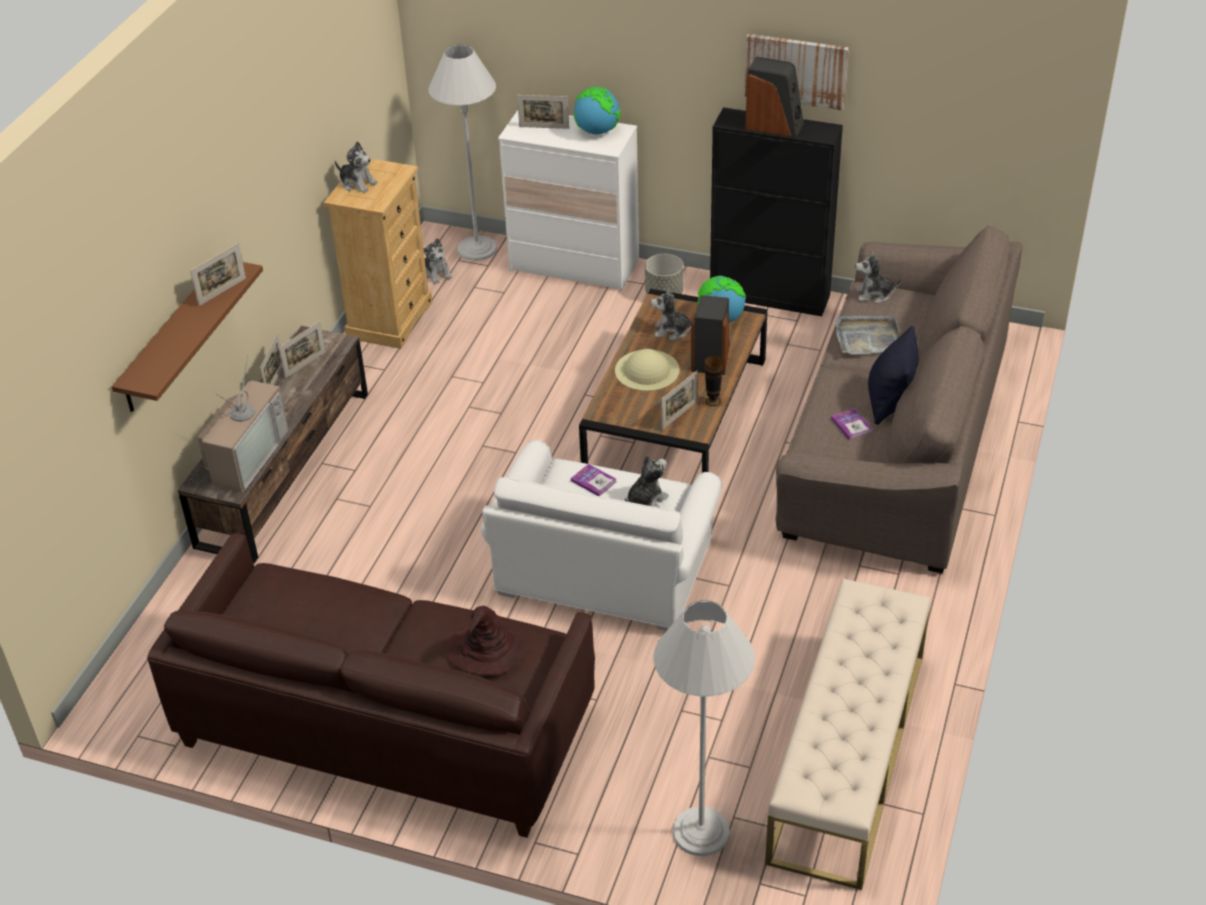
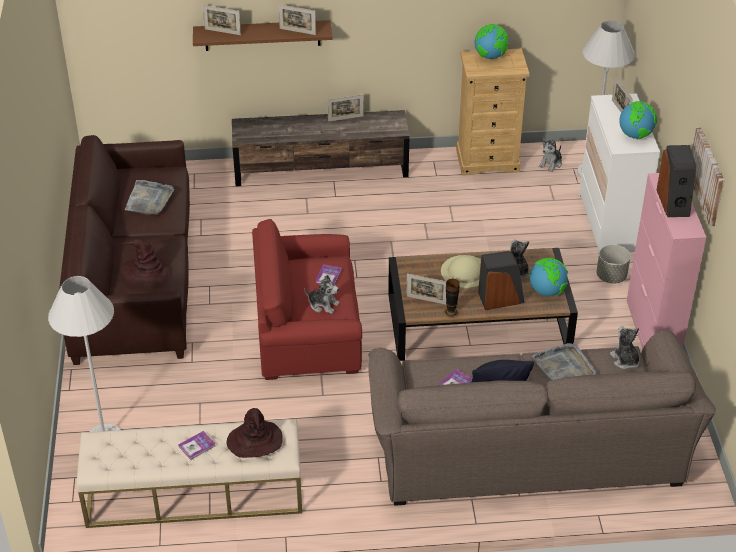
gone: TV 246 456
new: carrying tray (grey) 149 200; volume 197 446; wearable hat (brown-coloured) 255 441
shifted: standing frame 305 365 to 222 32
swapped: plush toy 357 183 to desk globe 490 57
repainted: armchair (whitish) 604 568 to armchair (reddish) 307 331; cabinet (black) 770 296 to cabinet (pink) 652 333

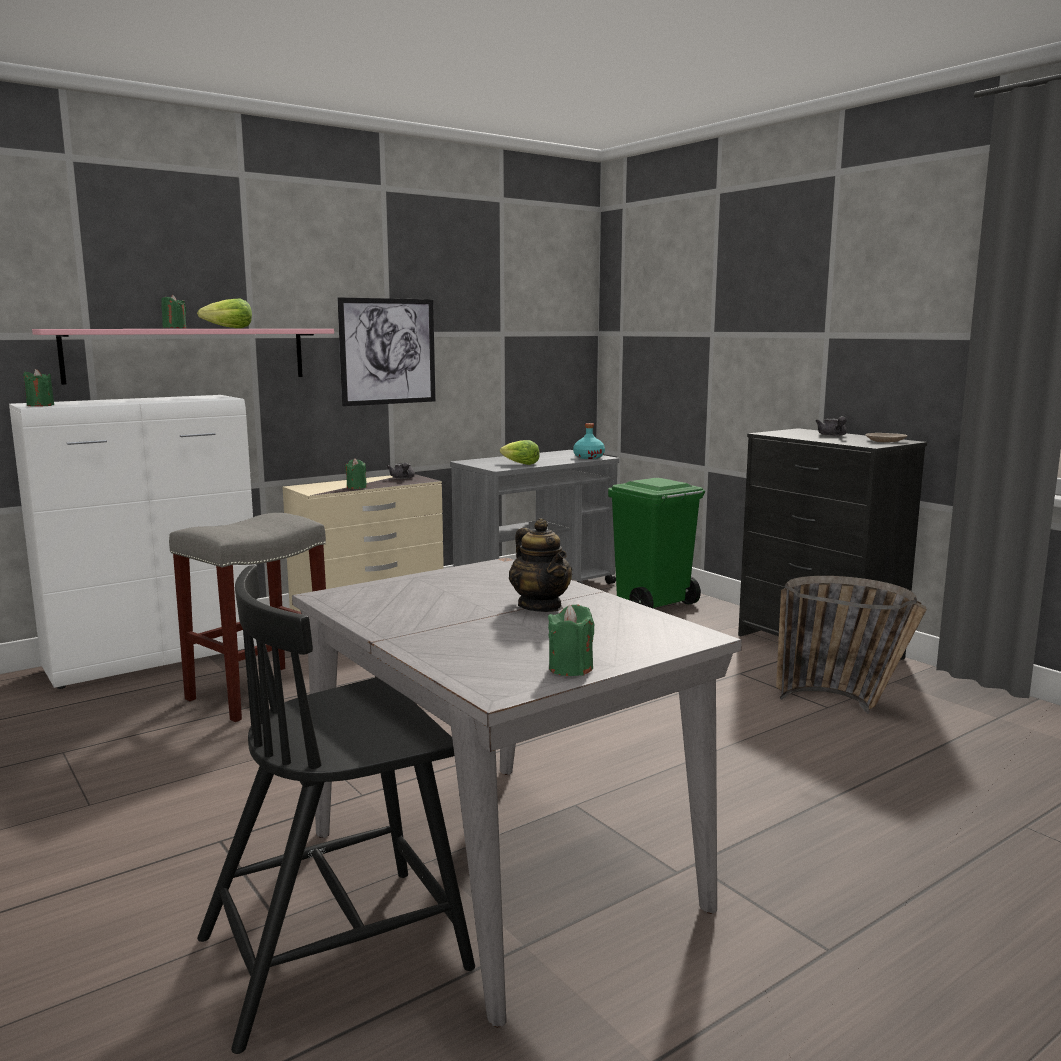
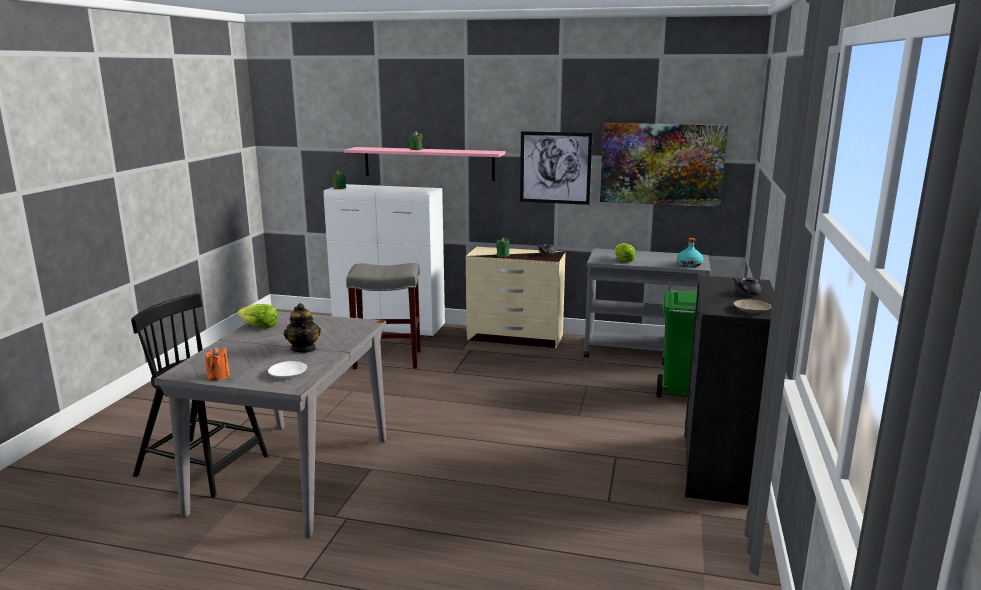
gone: household basket 845 704
new: dinner plate (whitish) 288 374; picture 661 164
shifted: head of lettuce 229 328 to 258 327
repainted: wax candle (green-coloured) 570 668 to wax candle (orange-coloured) 218 376
rotated: teapot 540 606 = 304 349 45 degrees counterclockwise

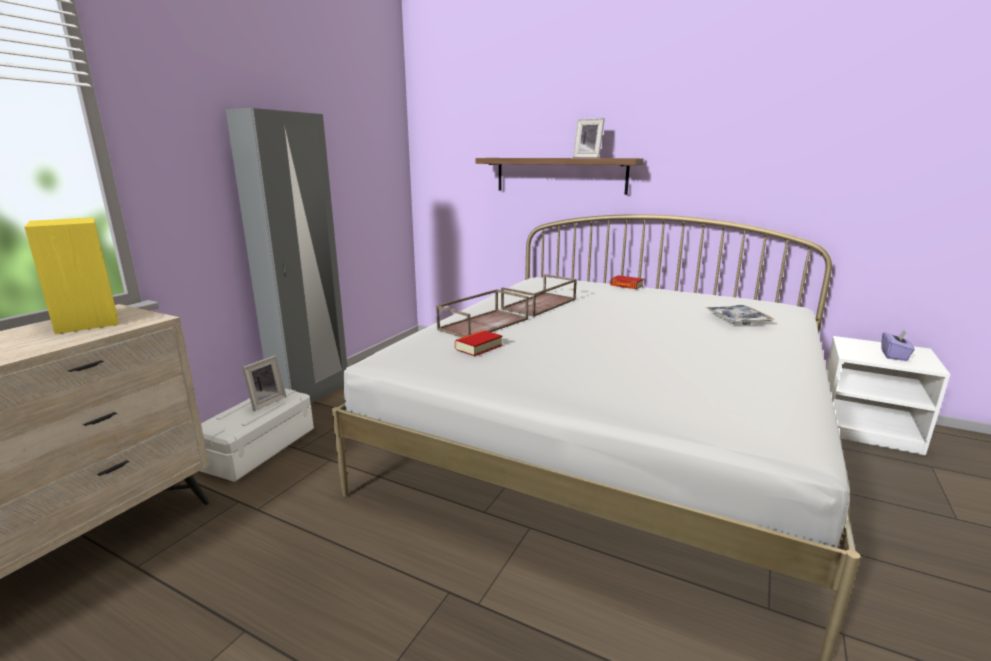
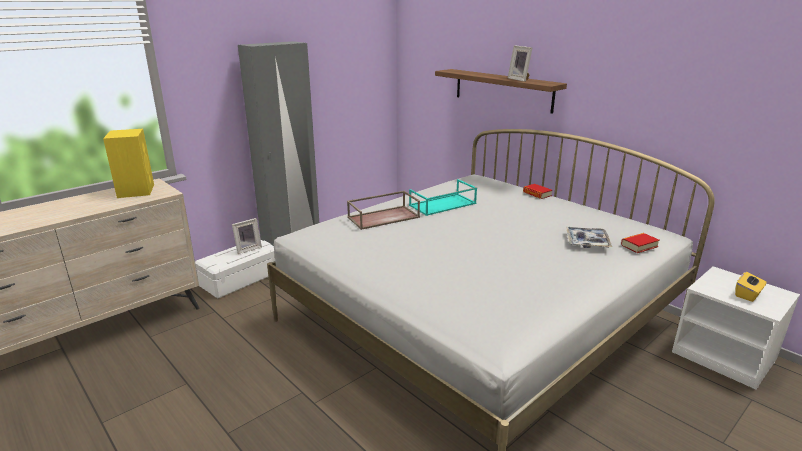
shifted: volume 478 347 to 639 246
repainted: carrying tray (brown-coloured) 539 304 to carrying tray (blue-green) 442 205; box of tissues (purplish) 894 355 to box of tissues (yellow) 748 295

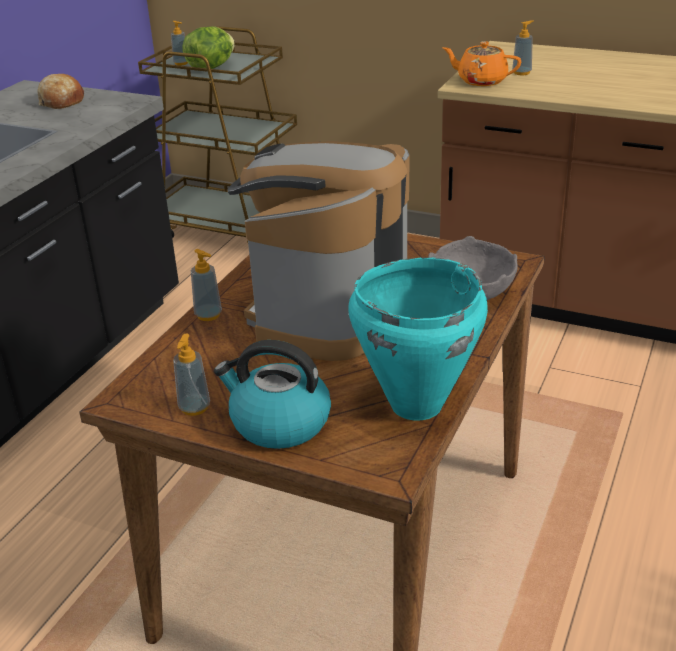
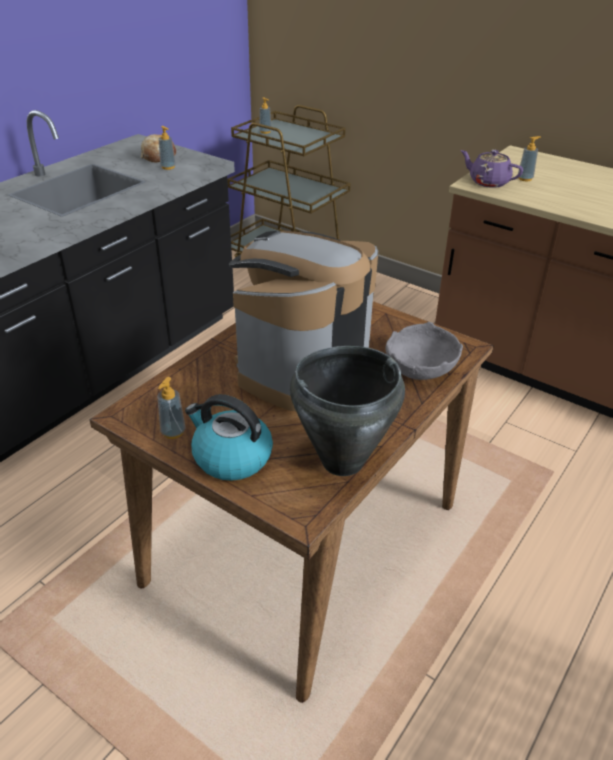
gone: head of lettuce 211 67
shifted: soap bottle 208 315 to 168 167
repainted: saucepot (blue-green) 415 404 to saucepot (black) 341 461; teapot (orange-coloured) 481 81 to teapot (purplish) 488 182

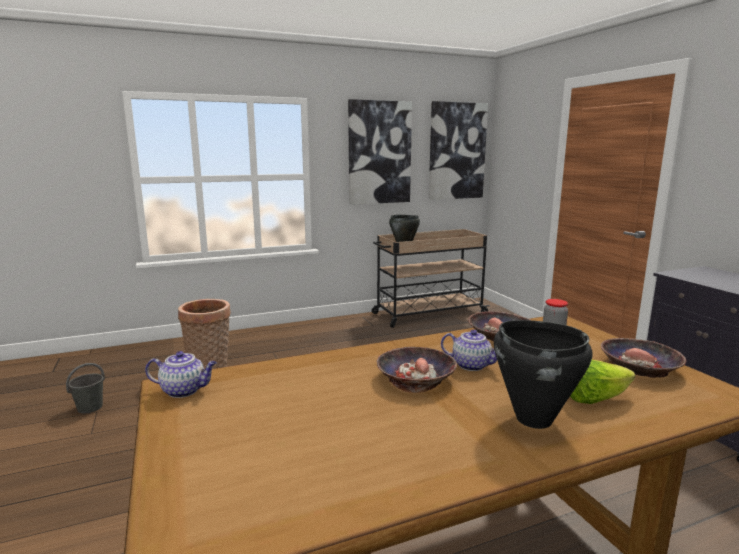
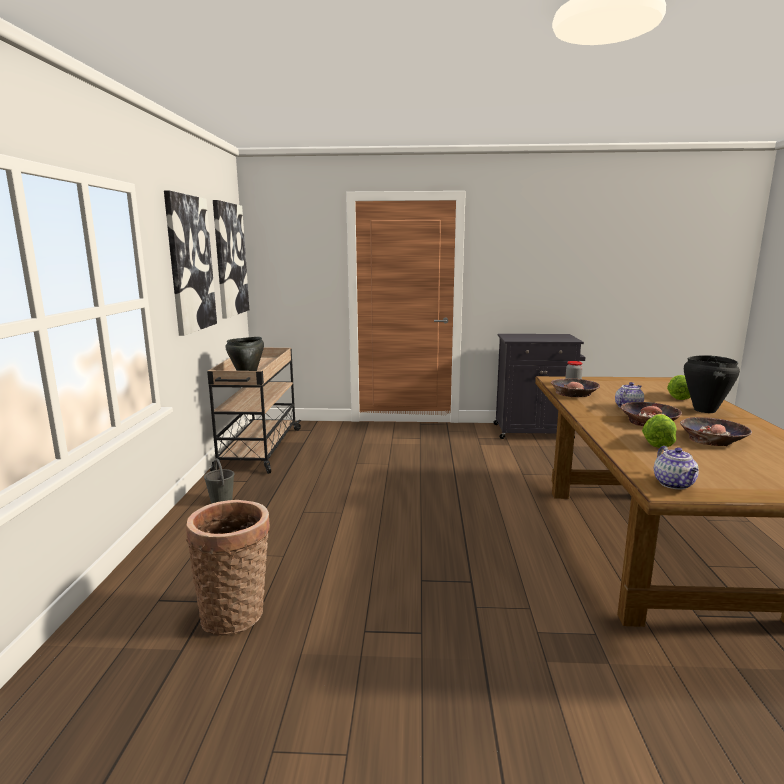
new: head of lettuce 657 443
shifted: bucket (grey) 90 407 to 221 500; deep dish 639 367 to 712 439
rotated: teapot 184 390 = 674 484 150 degrees clockwise

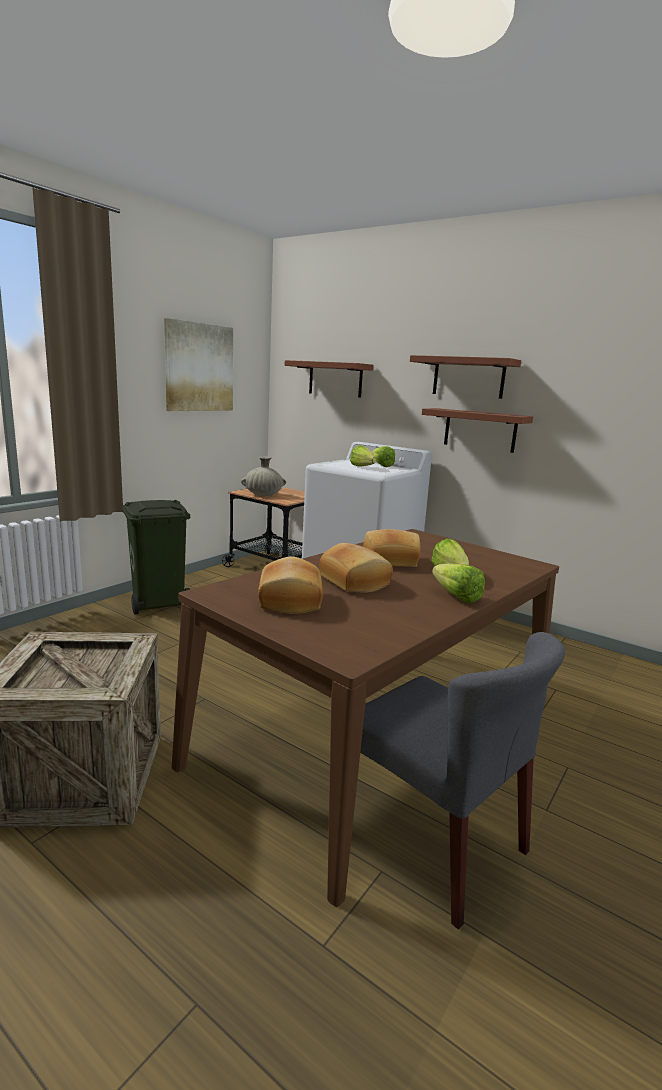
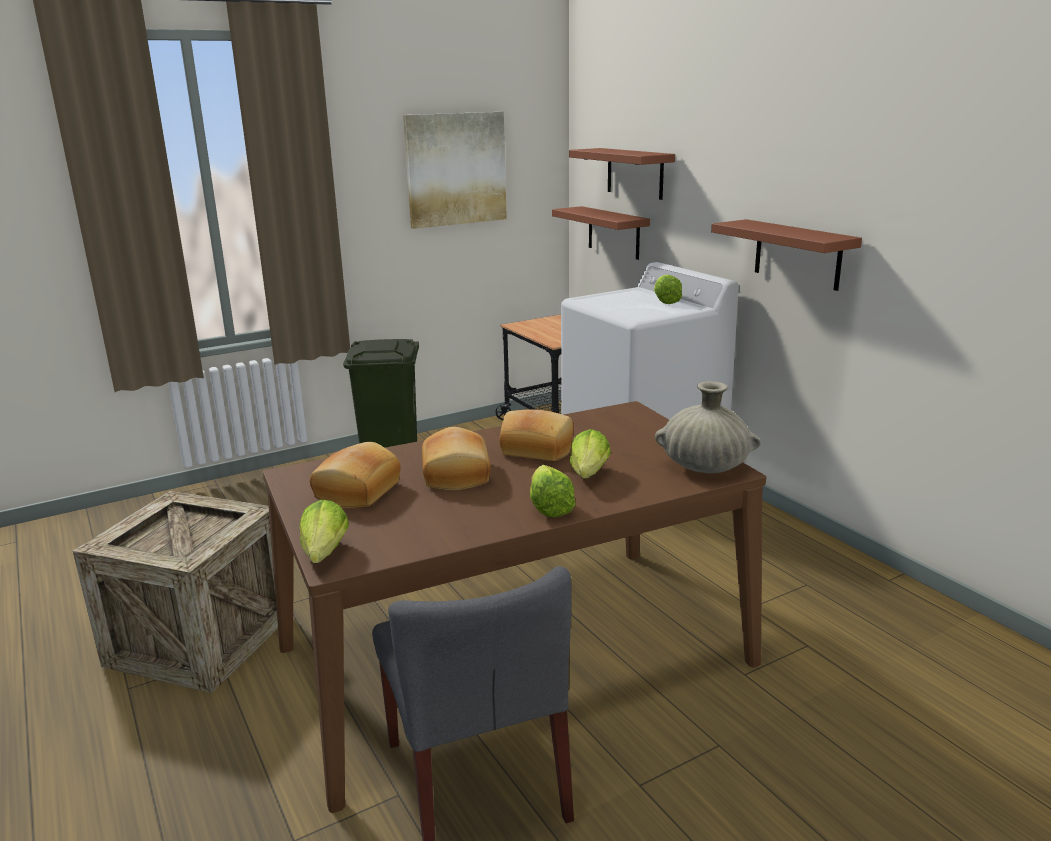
shifted: decorative vase (beige-coloured) 263 495 to 705 467; head of lettuce 364 468 to 321 558; wall shelf (brown-coloured) 468 377 to 613 232

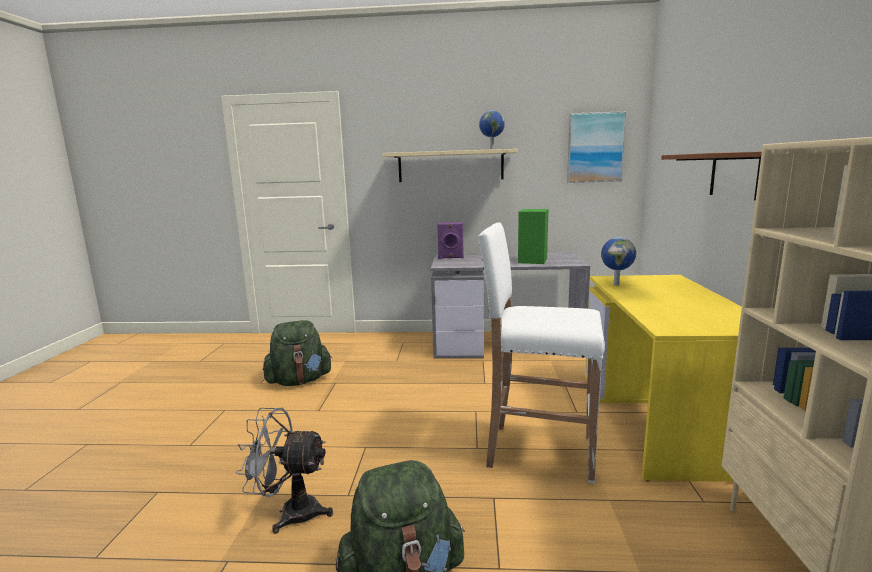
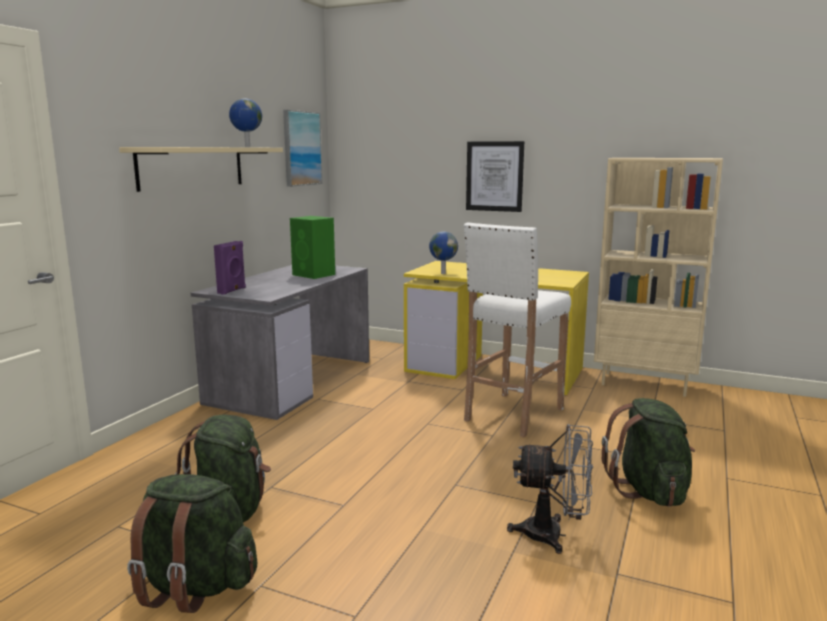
new: rucksack (green-coloured) 194 586
swapped: wall shelf (brown-coloured) 734 175 to picture 494 176
rotated: cooling fan (grey) 290 512 = 553 535 105 degrees counterclockwise

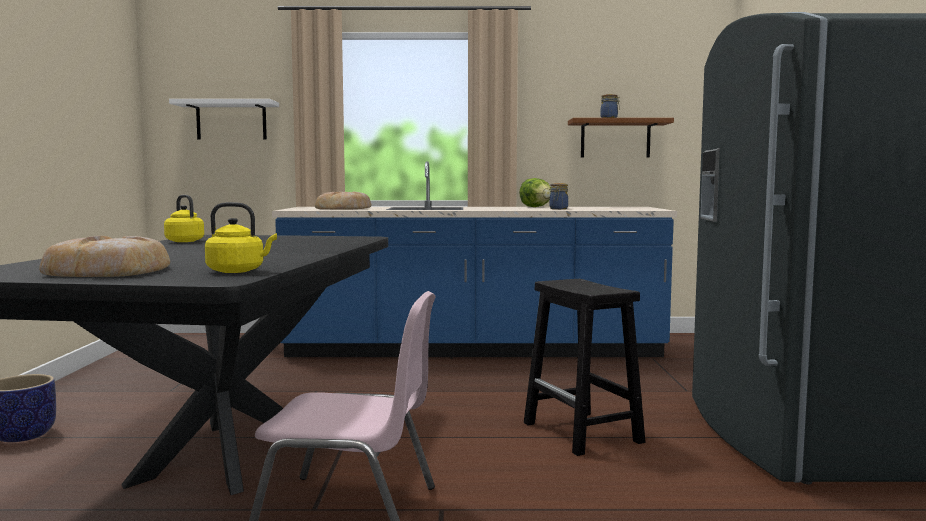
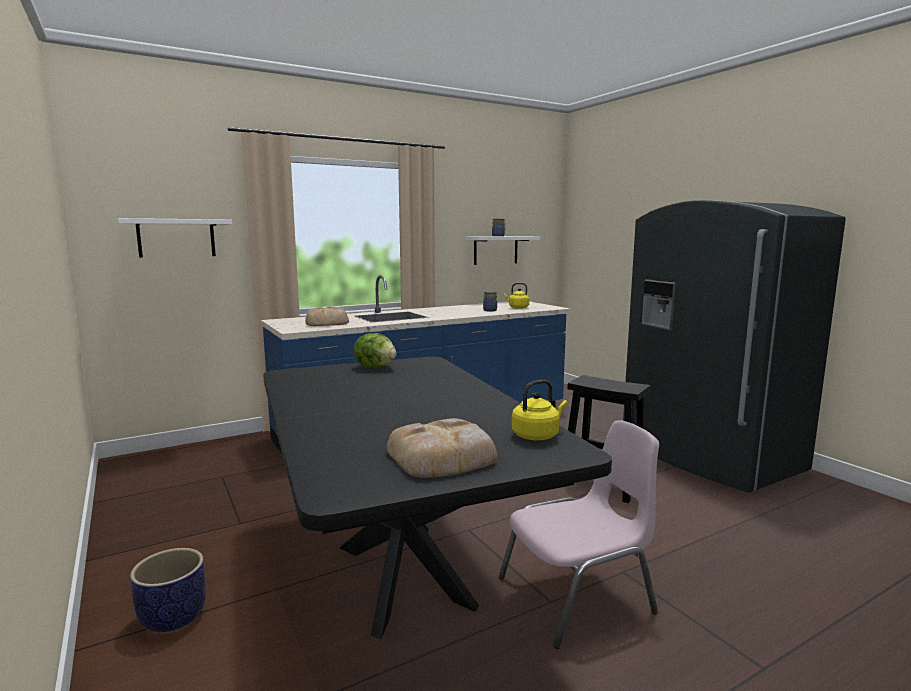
shifted: water kettle (yellow) 183 241 to 517 307; head of lettuce 536 207 to 376 367
repainted: wall shelf (brown-coloured) 615 139 to wall shelf (whitish) 495 250

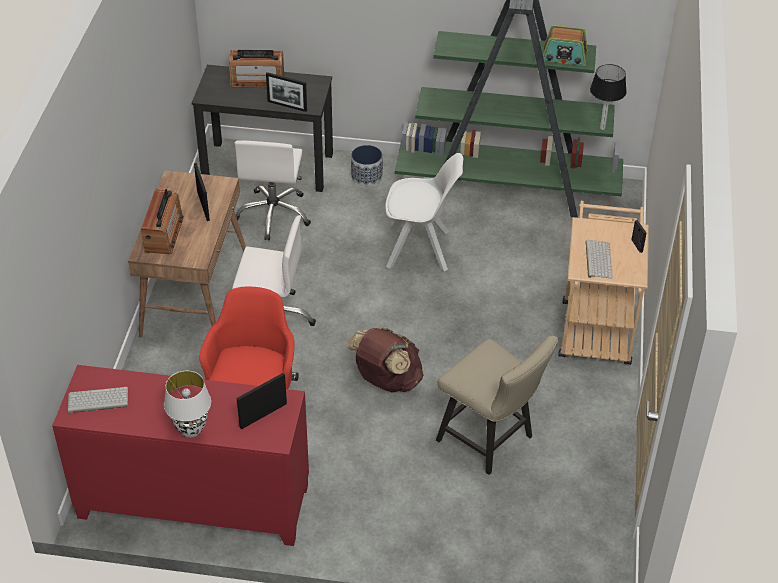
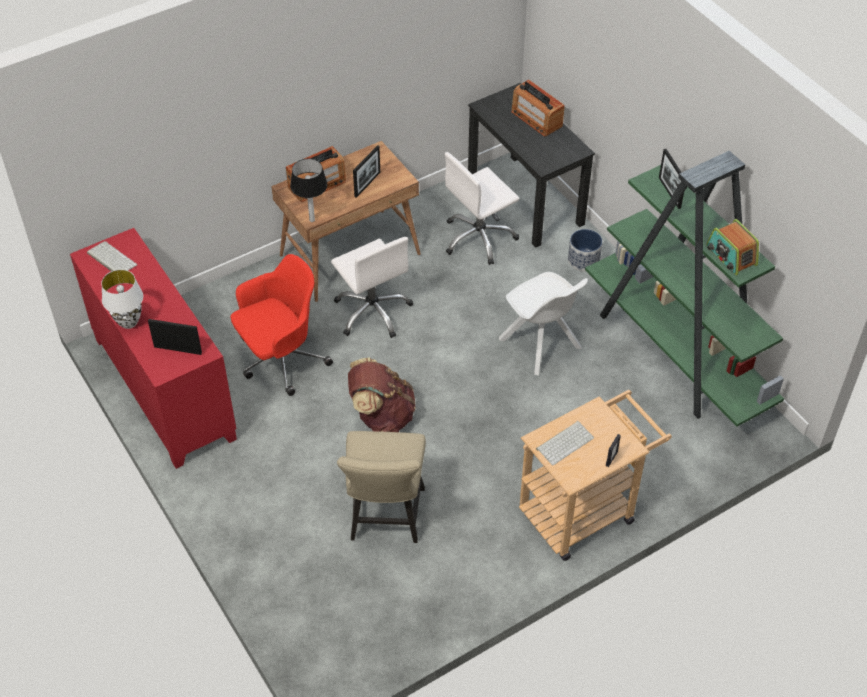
shifted: standing frame 287 106 to 669 193; table lamp 603 128 to 312 220

